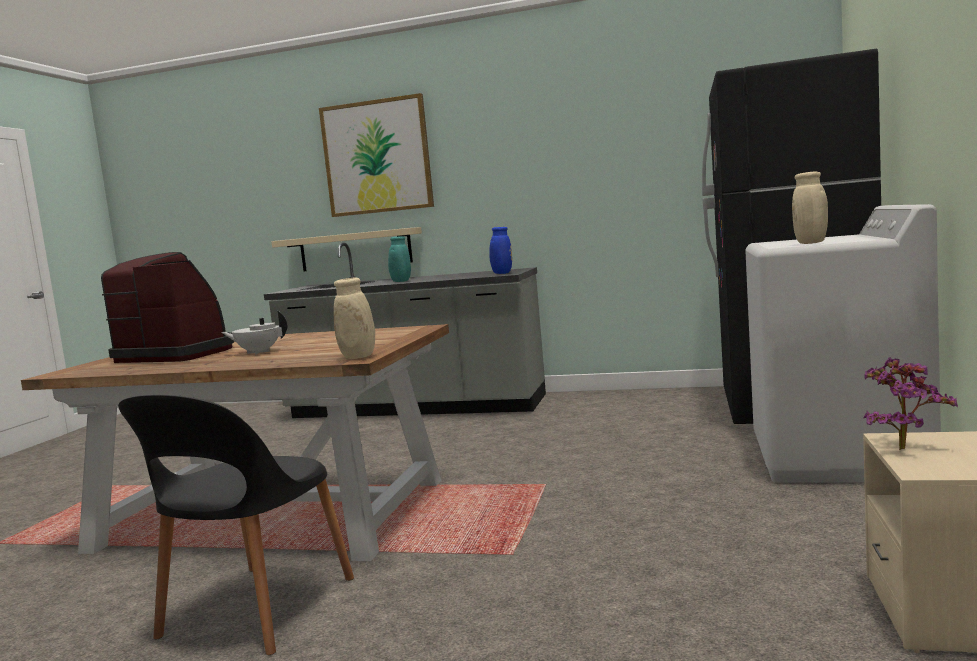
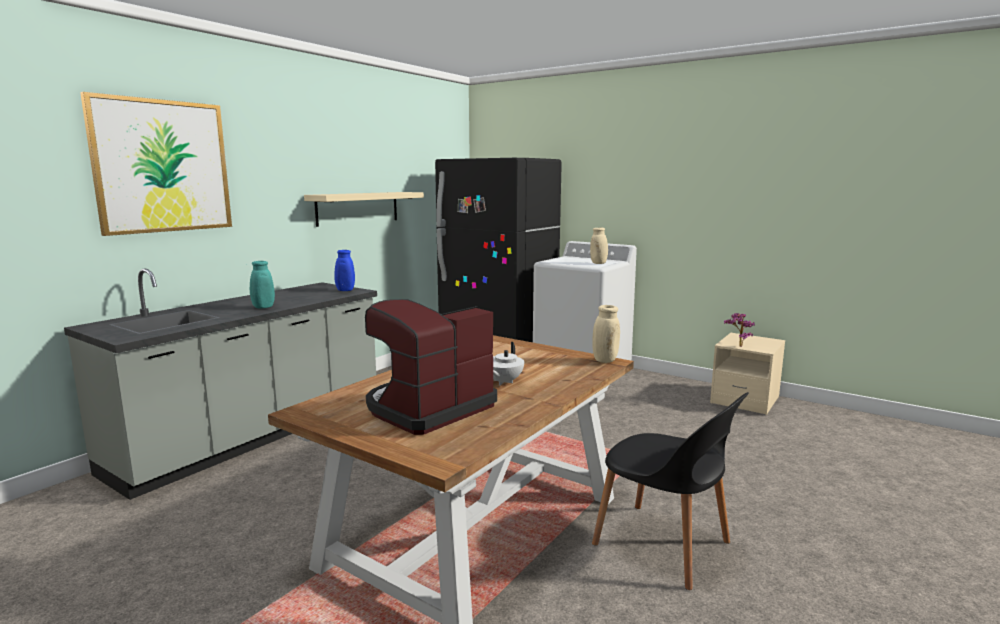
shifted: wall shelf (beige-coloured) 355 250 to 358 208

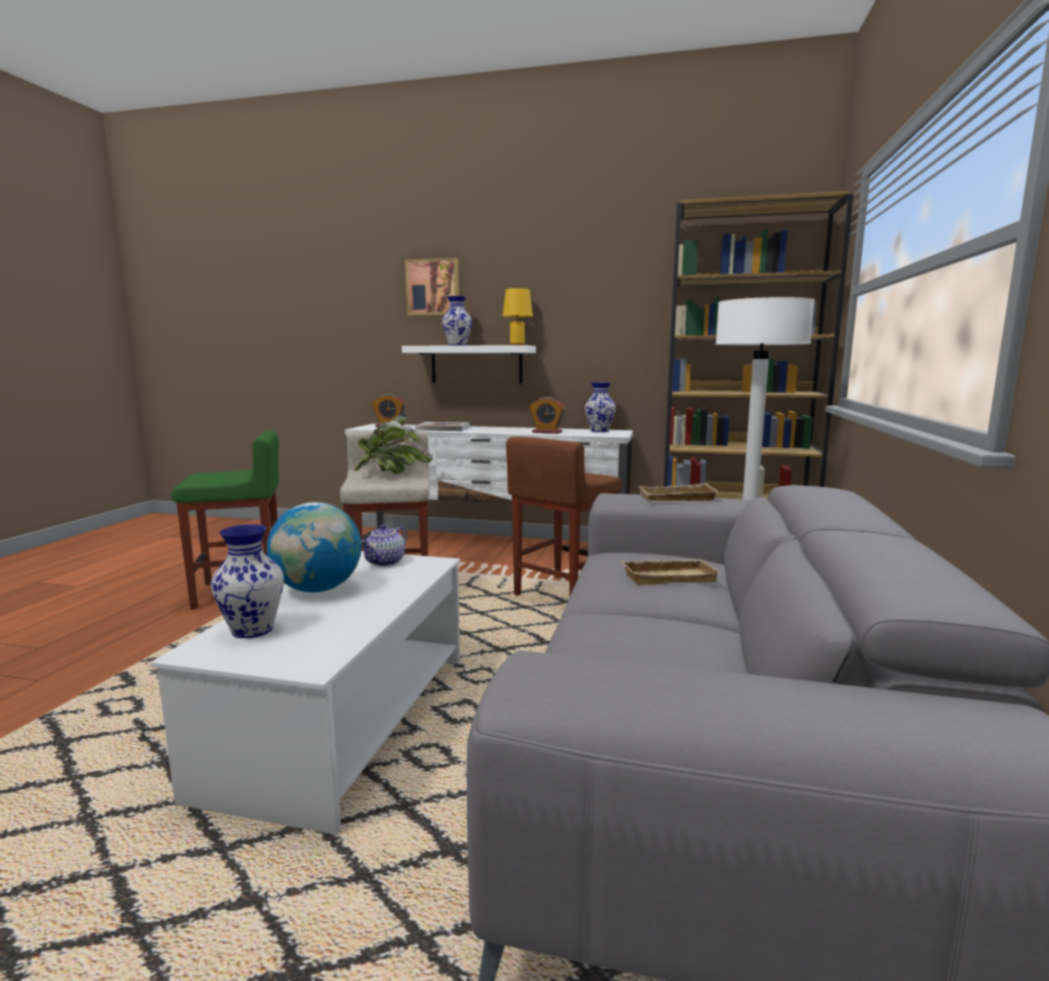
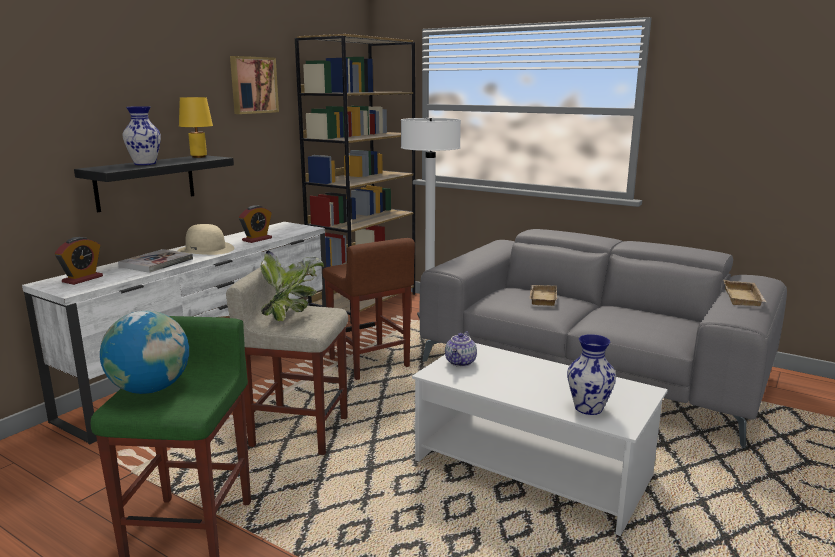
gone: decorative vase 600 431
new: wearable hat (beige-coloured) 206 249
shifted: desk globe 318 589 to 150 389; picture 433 287 to 253 85; carrying tray (beige-coloured) 676 498 to 744 298
repainted: wall shelf (whitish) 476 364 to wall shelf (black) 145 182
rotated: teapot 385 562 = 461 362 60 degrees clockwise

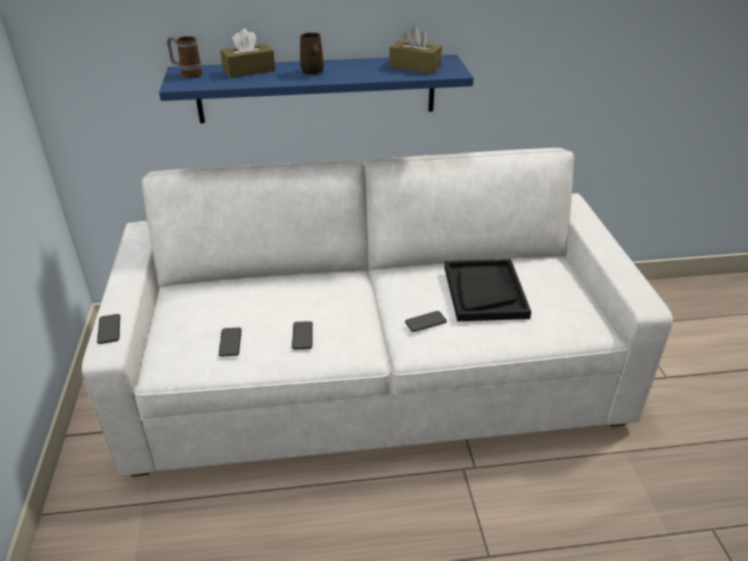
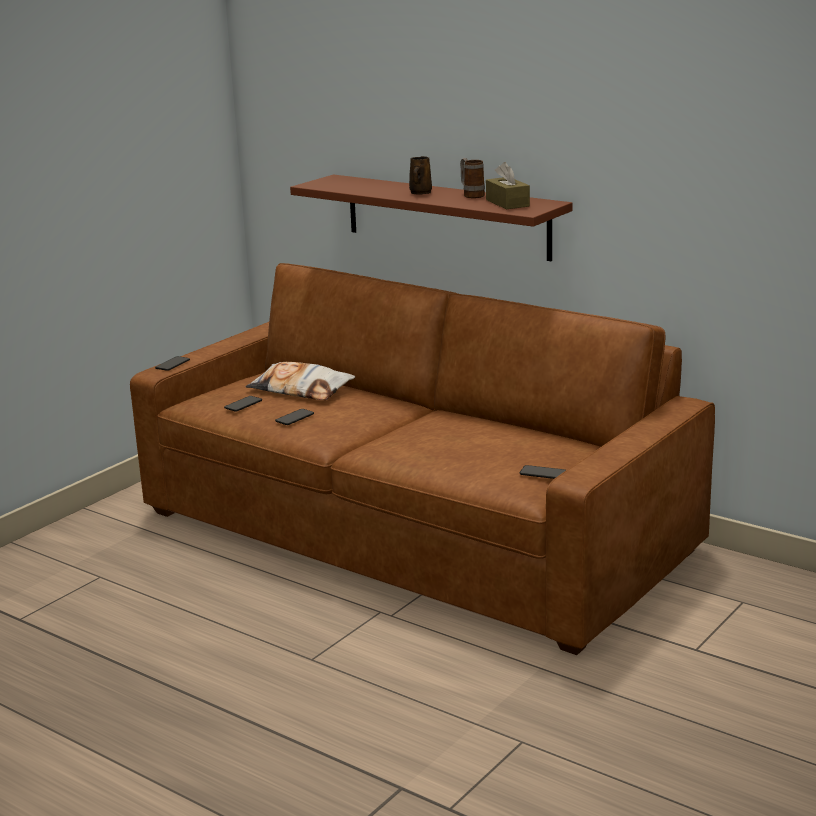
gone: box of tissues (brown-coloured) 249 70; carrying tray (black) 484 291
new: pillow 301 389
shifted: coffee mug 187 74 to 471 195; phone 425 322 to 543 473
repainted: sofa (whitish) 374 373 to sofa (brown-coloured) 413 531; wall shelf (blue-coloured) 317 89 to wall shelf (brown-coloured) 446 216

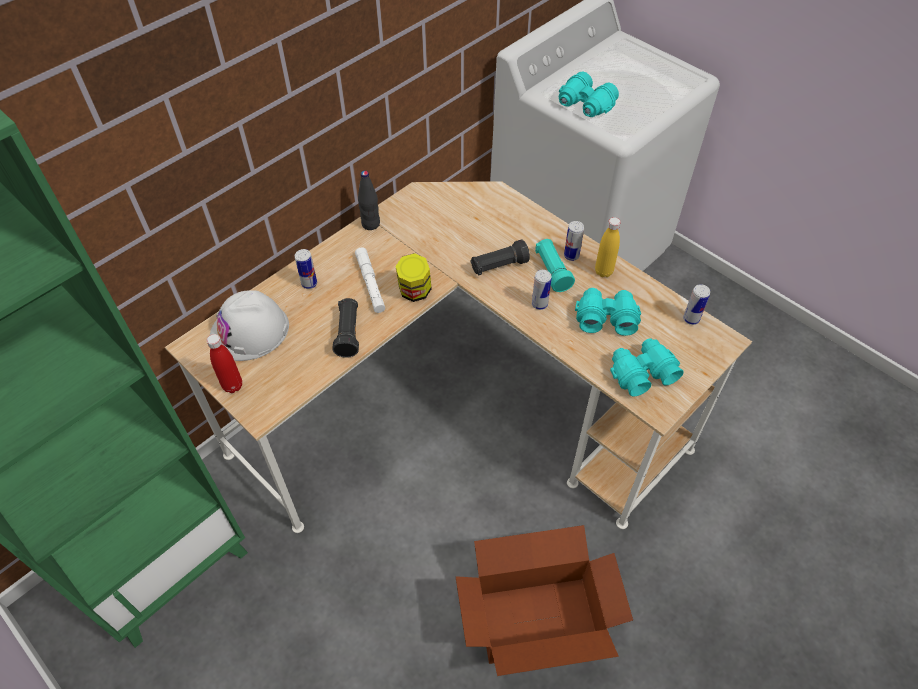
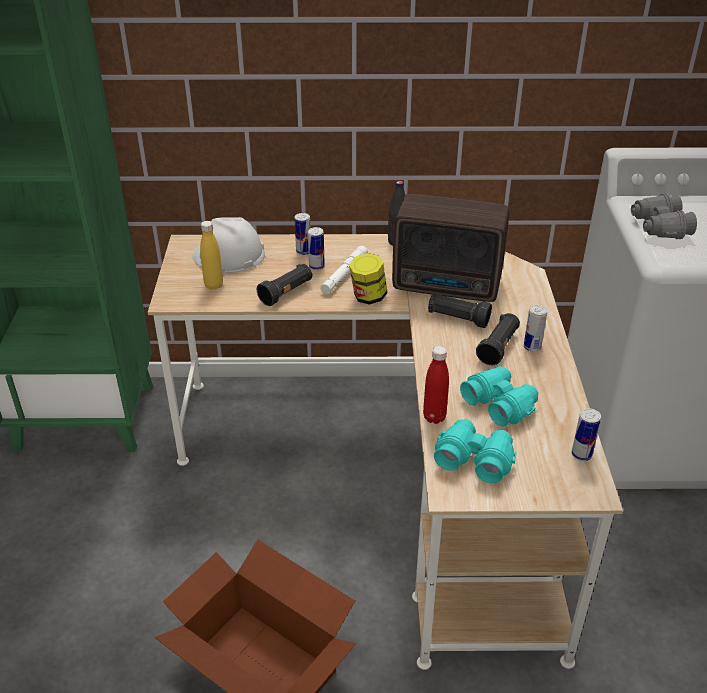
new: radio 449 286
shifted: beverage bottle (reddish) 233 386 to 434 417; sealed can 539 304 to 316 266; beverage bottle (yellow) 603 271 to 214 285
repainted: flashlight (blue-green) 552 271 to flashlight (black) 498 347; pair of binoculars (blue-green) 585 105 to pair of binoculars (grey) 659 227

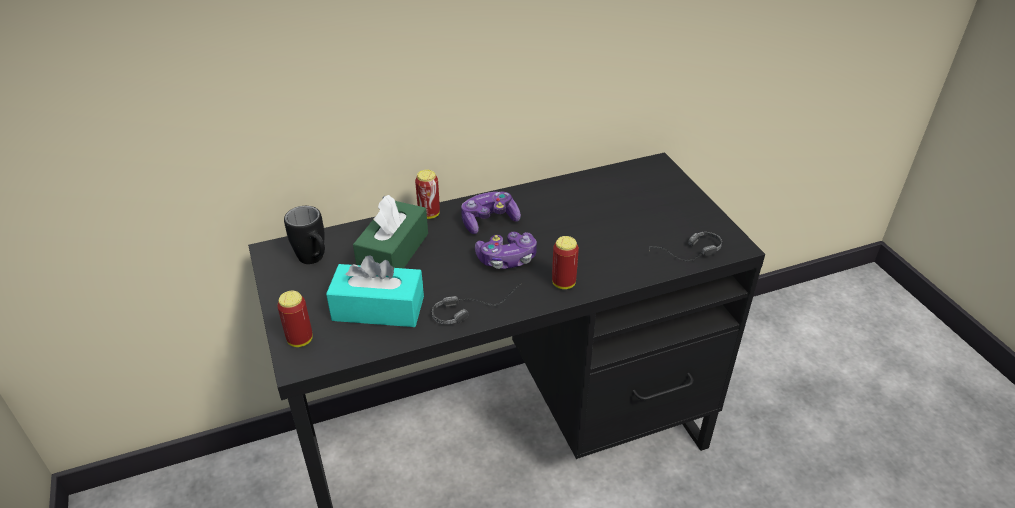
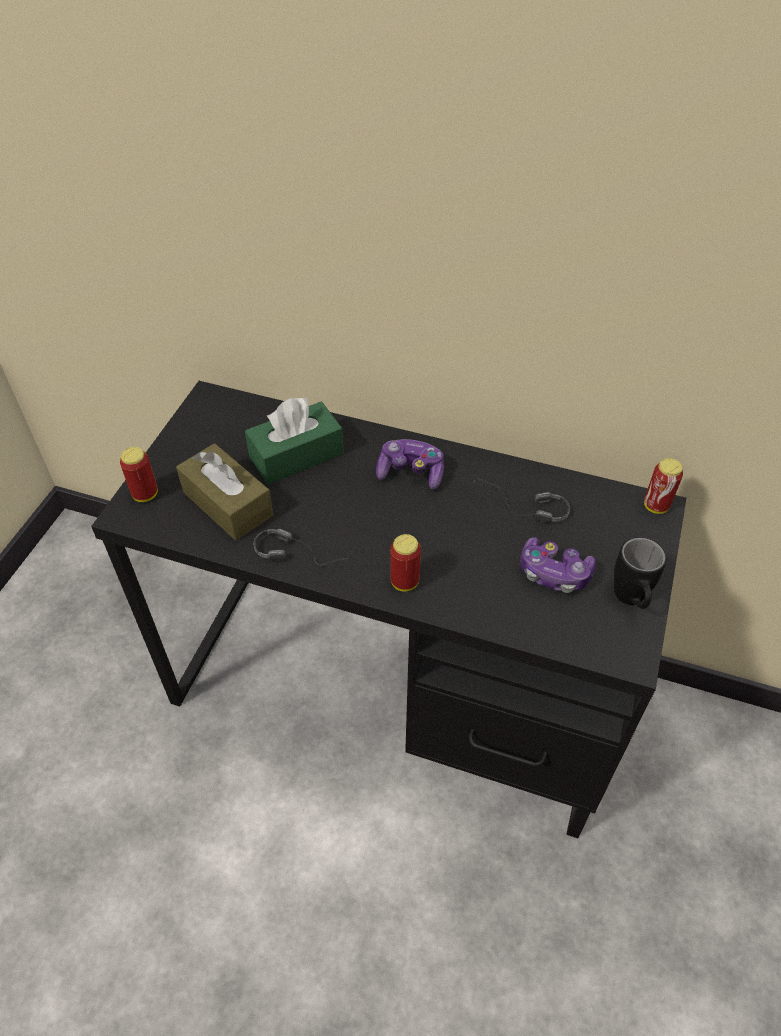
shifted: coffee mug (black) 315 261 to 631 601; sealed can 429 214 to 656 506; gamepad 507 258 to 554 573; headphones 685 256 to 519 509
repainted: box of tissues (blue-green) 378 308 to box of tissues (brown-coloured) 227 504

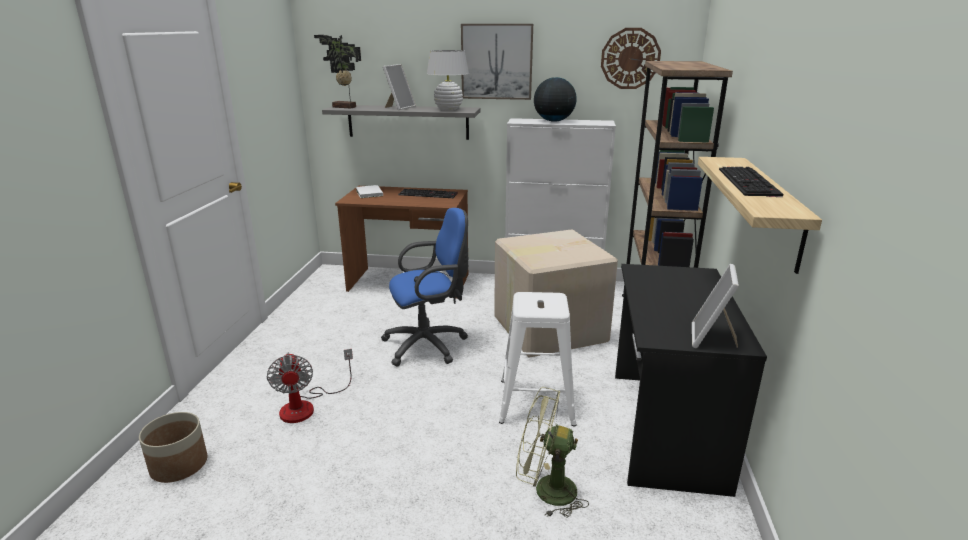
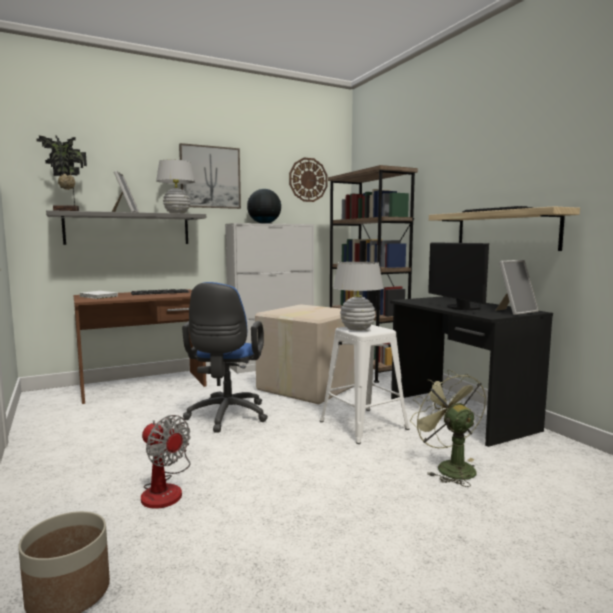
new: table lamp (whitish) 357 329; monitor 460 308
rotated: desk chair (blue-coloured) 429 345 = 226 417 150 degrees clockwise; cooling fan (green-coloured) 546 490 = 449 467 90 degrees clockwise; standing frame 712 338 = 515 312 105 degrees counterclockwise

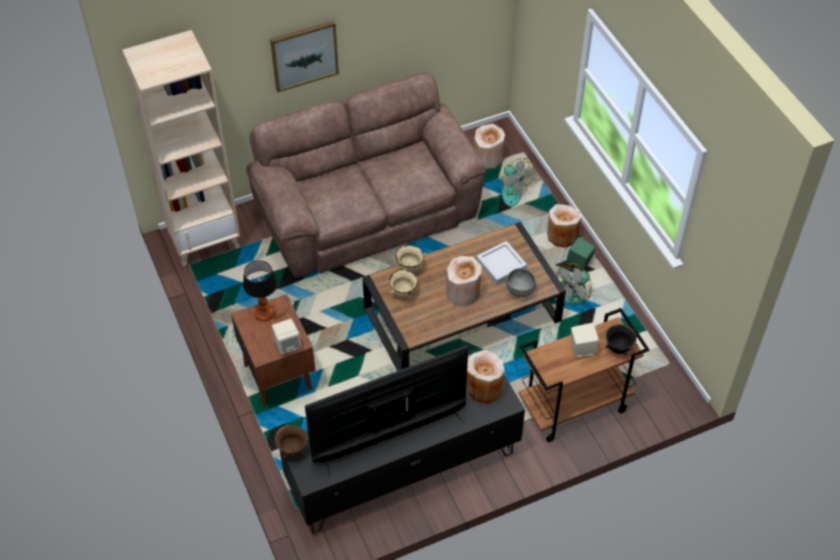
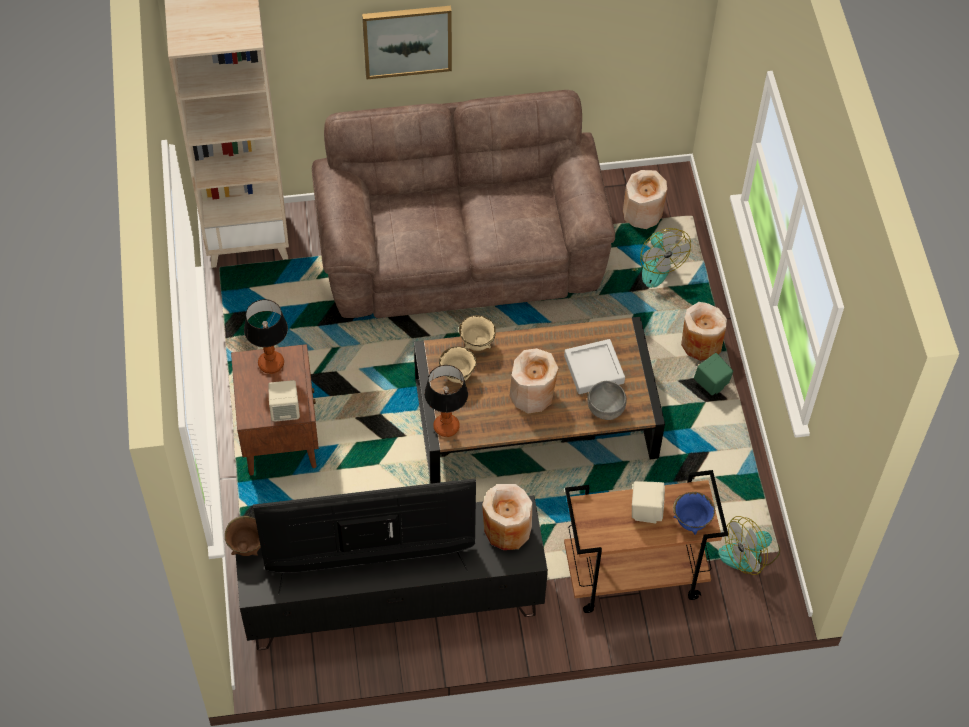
new: table lamp 446 426
shifted: cooling fan 574 292 to 749 553
repainted: deep dish (black) 618 348 to deep dish (blue-coloured) 691 522

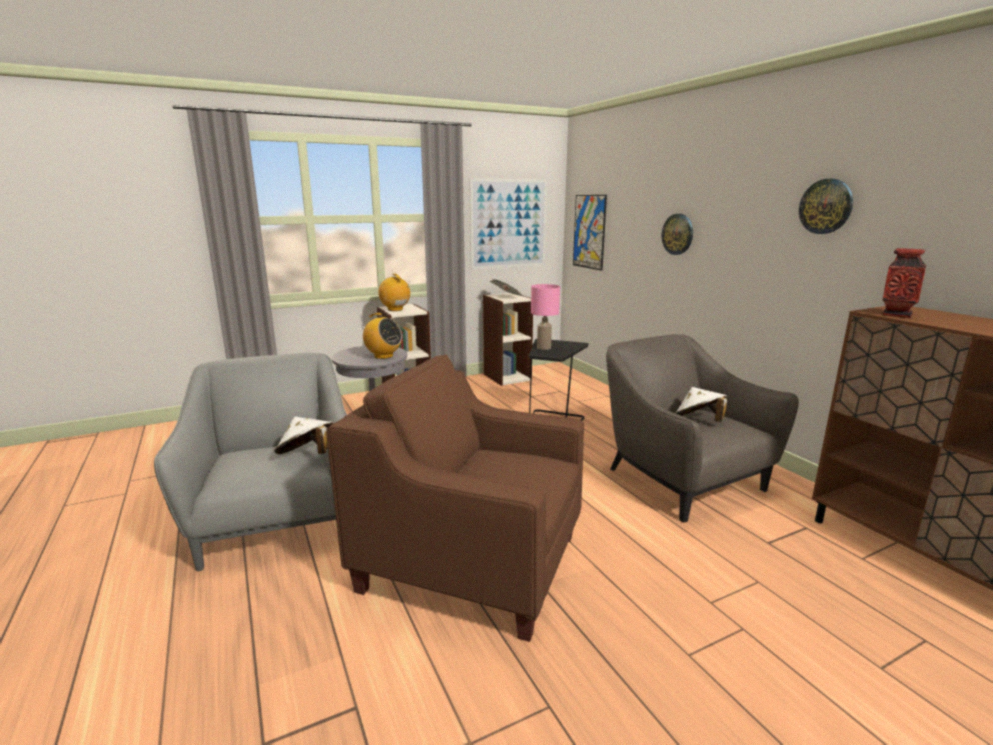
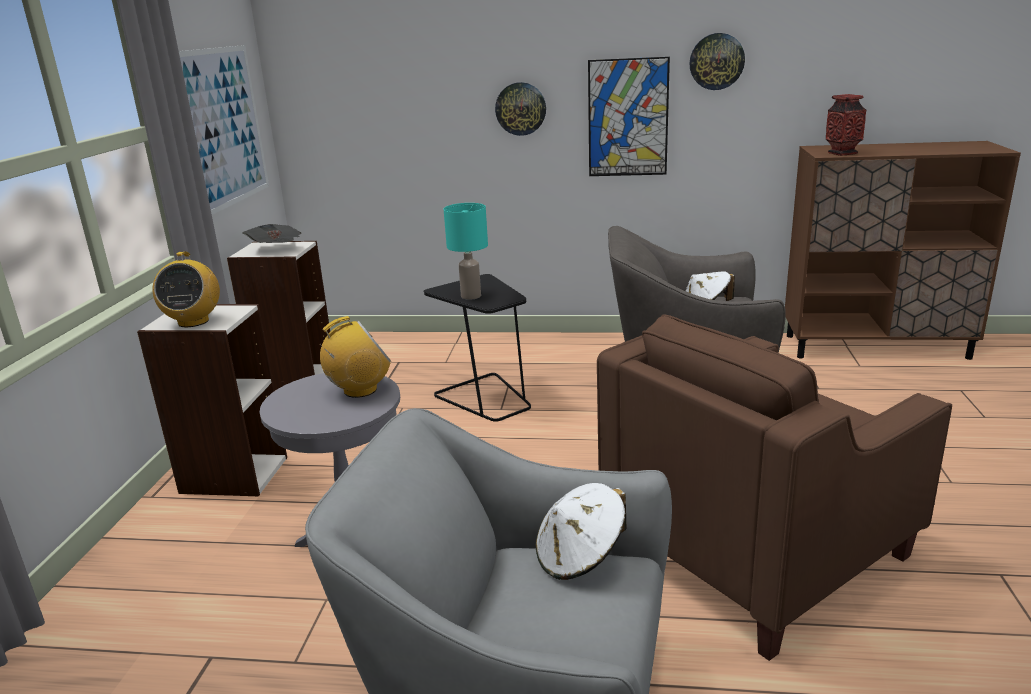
shifted: picture 589 232 to 628 118
repainted: table lamp (pink) 544 348 to table lamp (blue-green) 471 296
rotated: radio 395 309 = 193 321 90 degrees counterclockwise

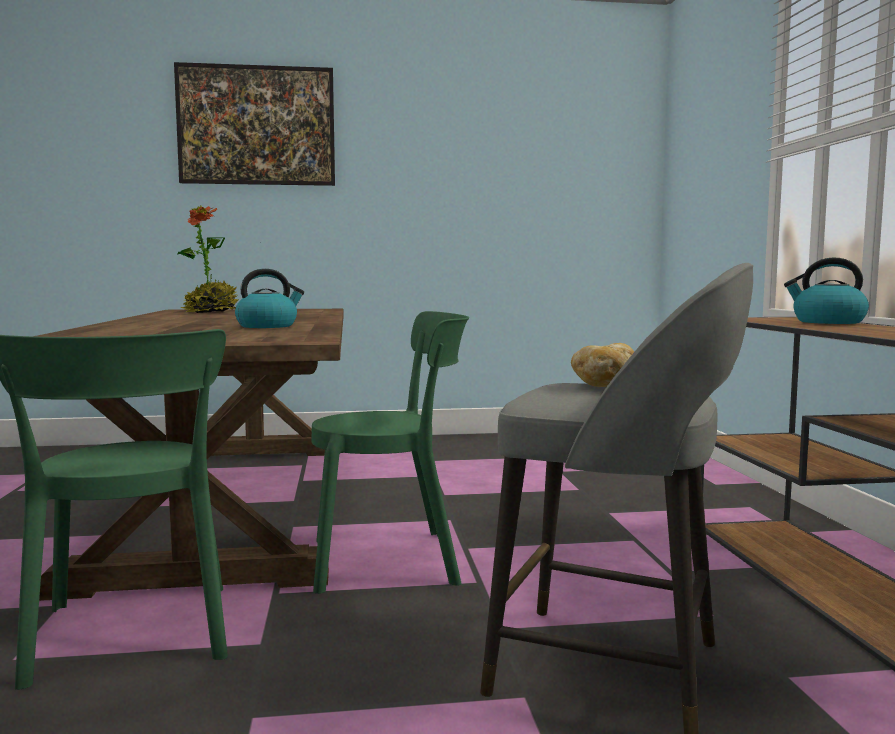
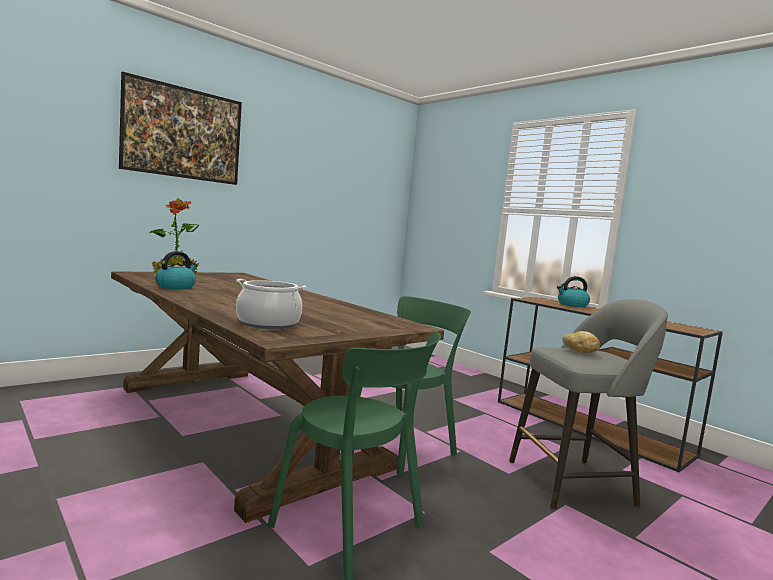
new: saucepot 268 323
shifted: water kettle 268 326 to 176 287

